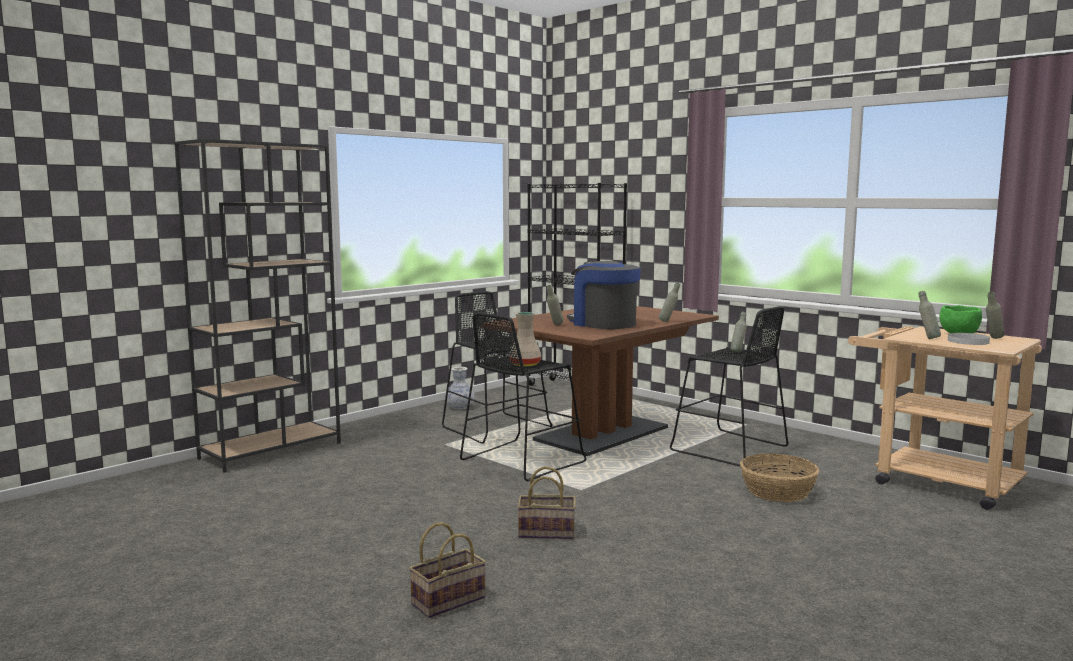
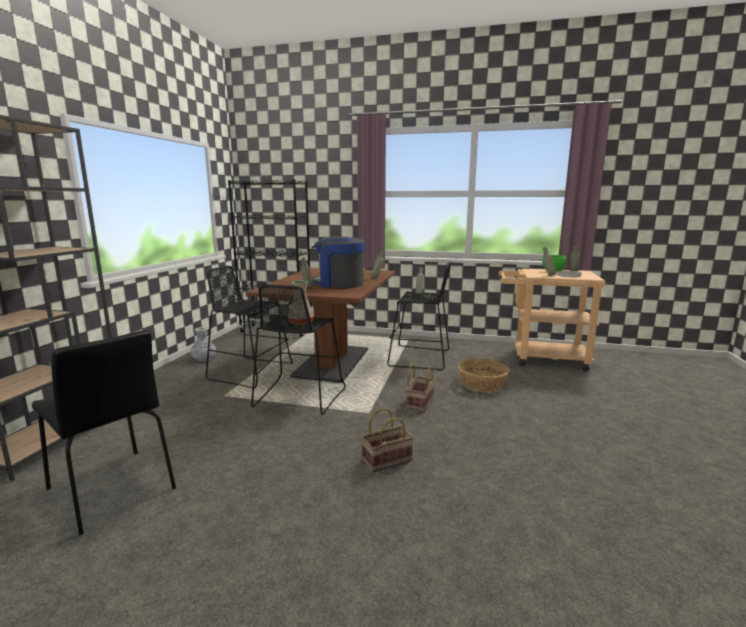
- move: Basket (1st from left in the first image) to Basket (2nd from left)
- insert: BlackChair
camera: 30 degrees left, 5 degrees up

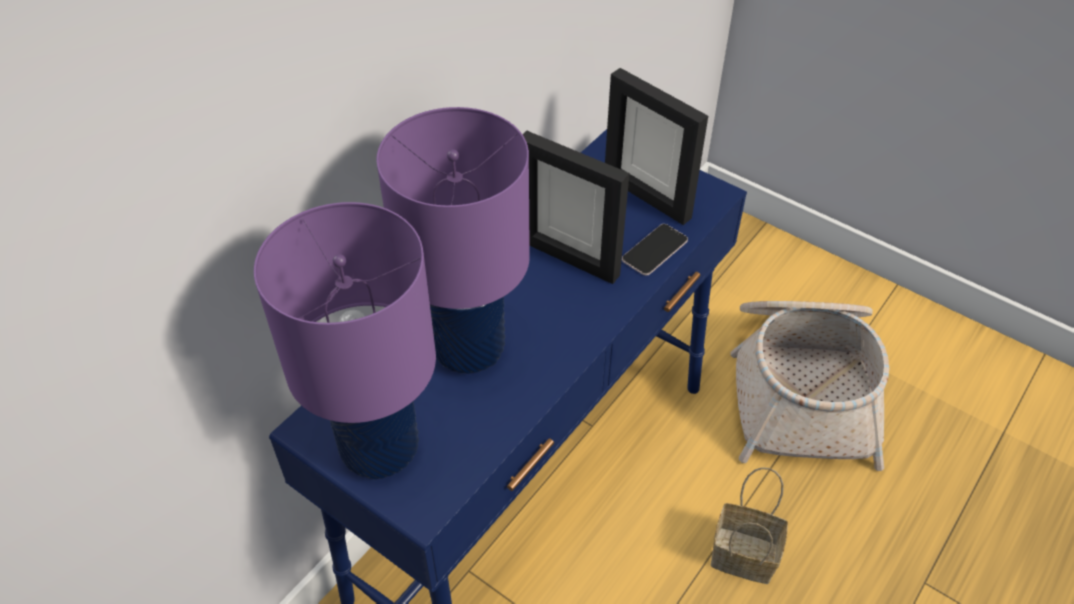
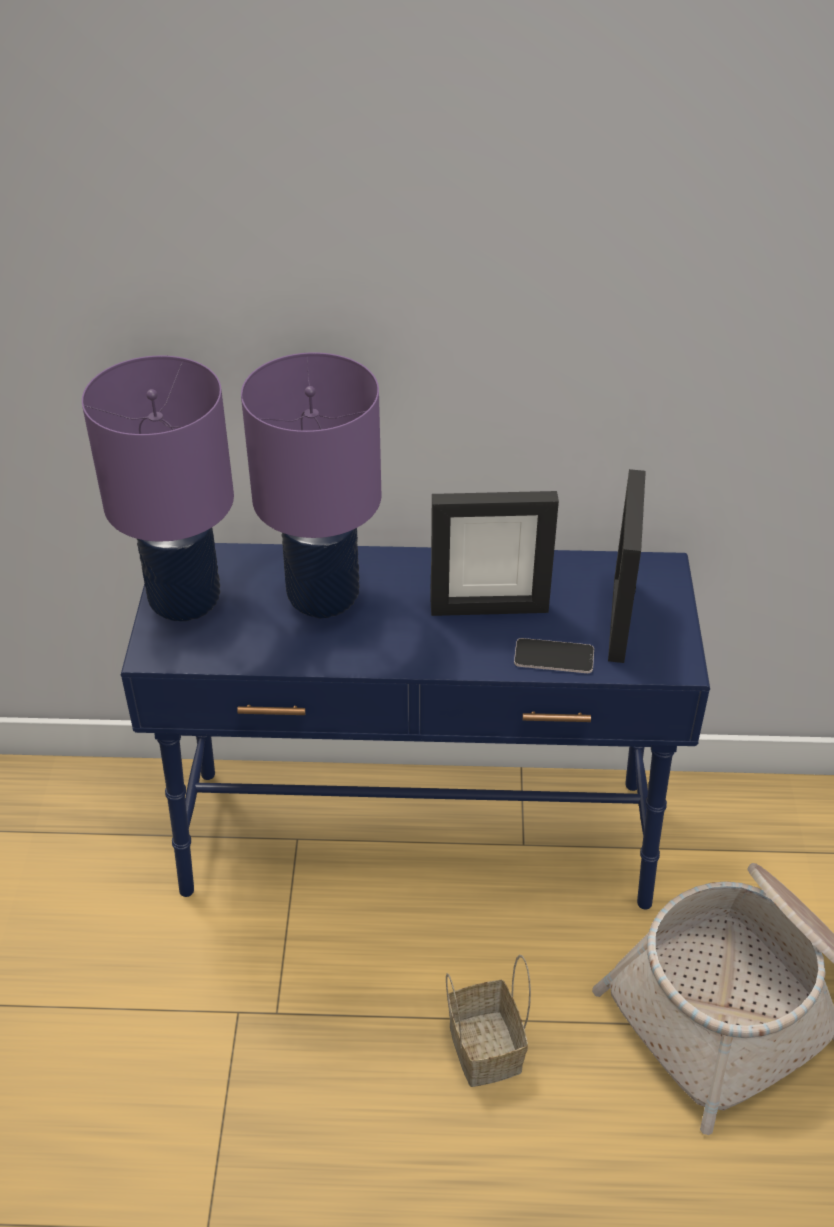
- rotate: PictureFrame (1st from left) 90 degrees counterclockwise
camera: 55 degrees right, 5 degrees down

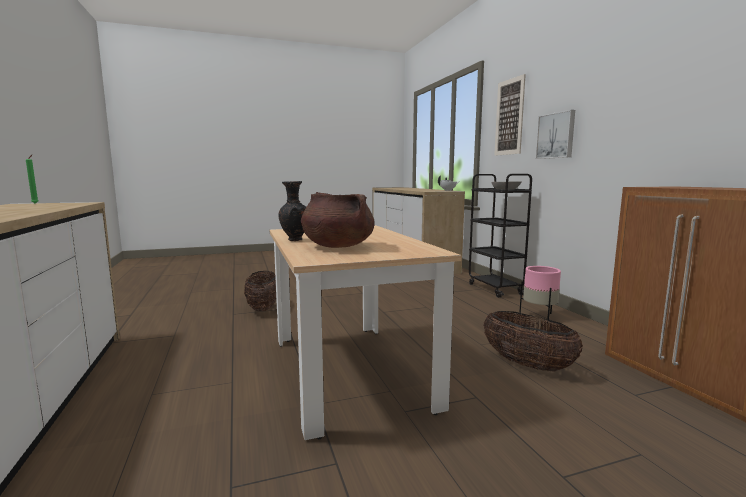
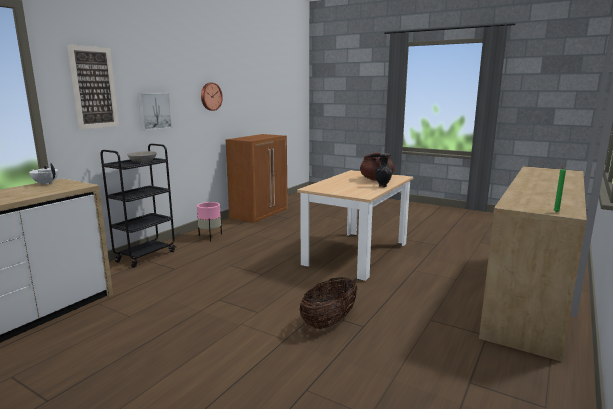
- delete: Basket (2nd from left)
- insert: WallClock
camera: 130 degrees left, 5 degrees up

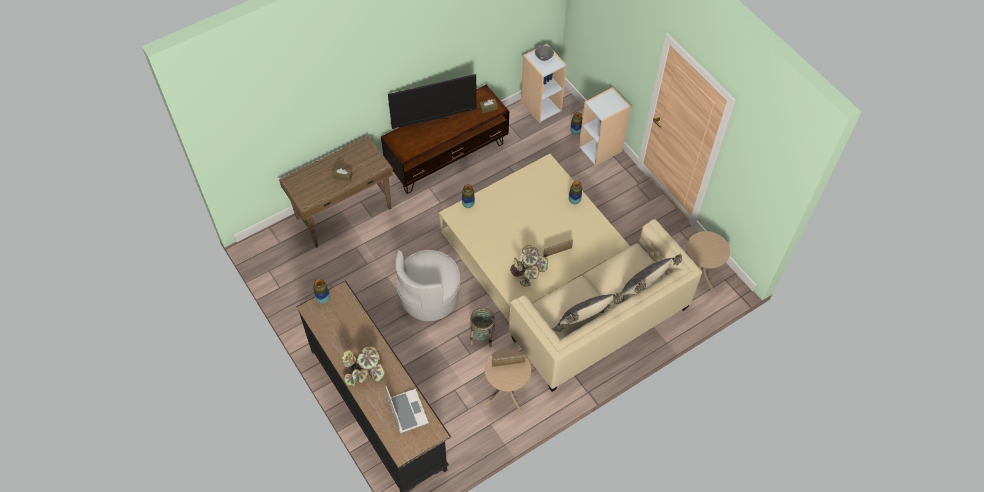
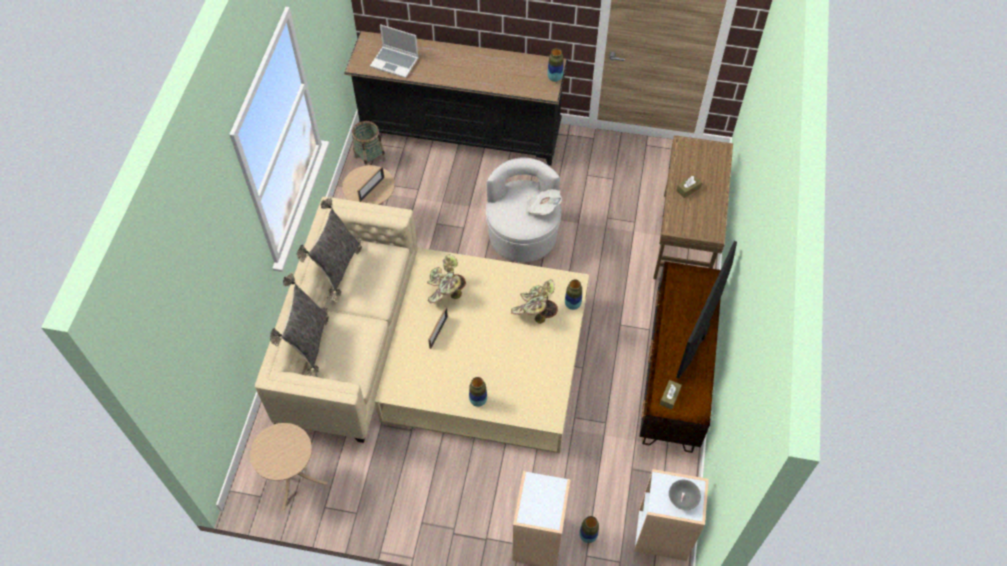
- move: Basket
- move: PottedPlant (1st from left in the first image) to PottedPlant (2nd from left)
- insert: Newspaper
camera: 135 degrees right, 0 degrees up

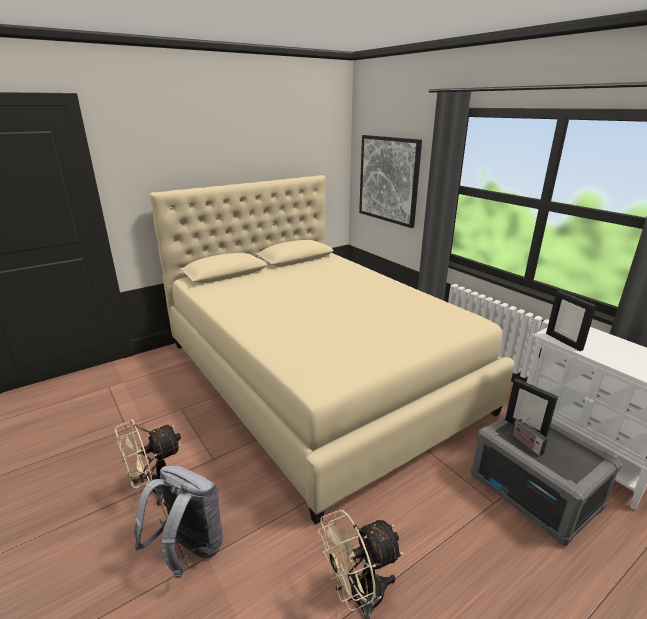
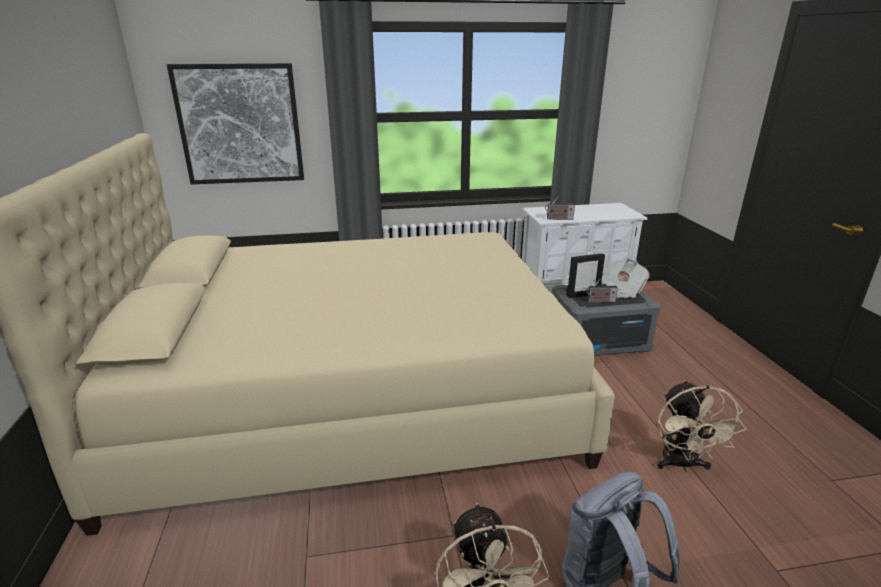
- replace: PictureFrame (2nd from left) to Radio (1st from left)
- insert: Newspaper
camera: 65 degrees left, 0 degrees up

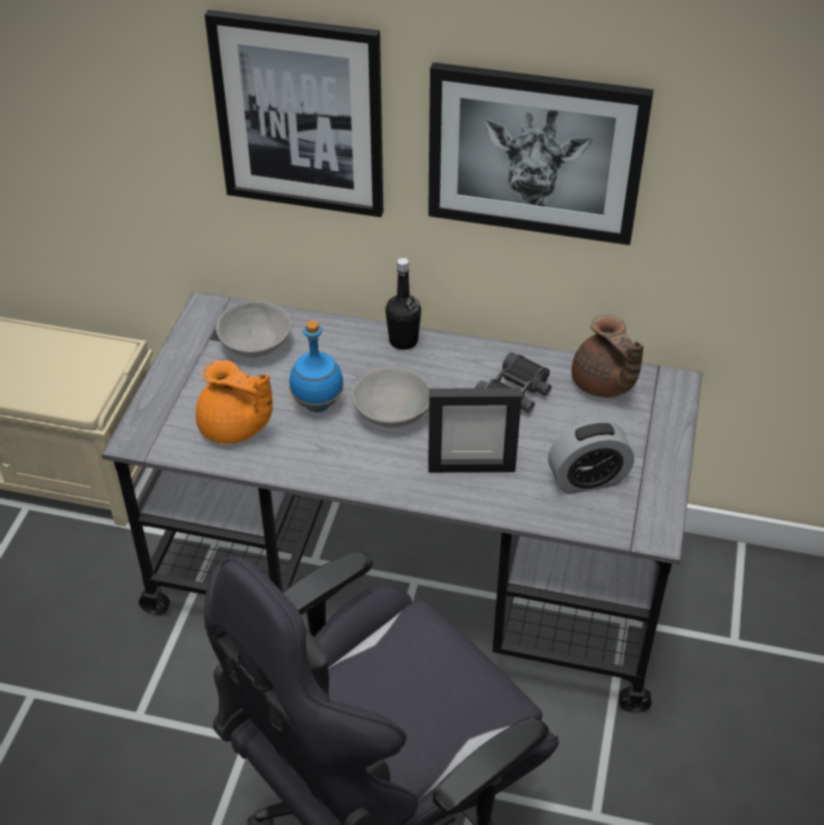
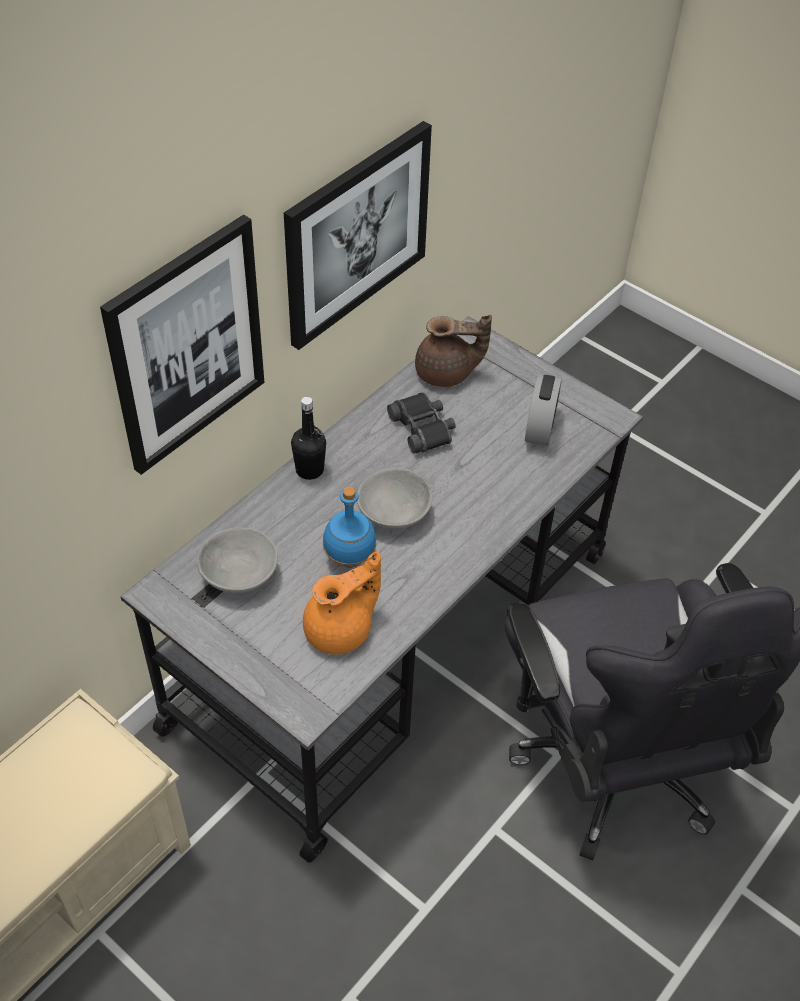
- delete: PictureFrame
camera: 65 degrees left, 5 degrees up

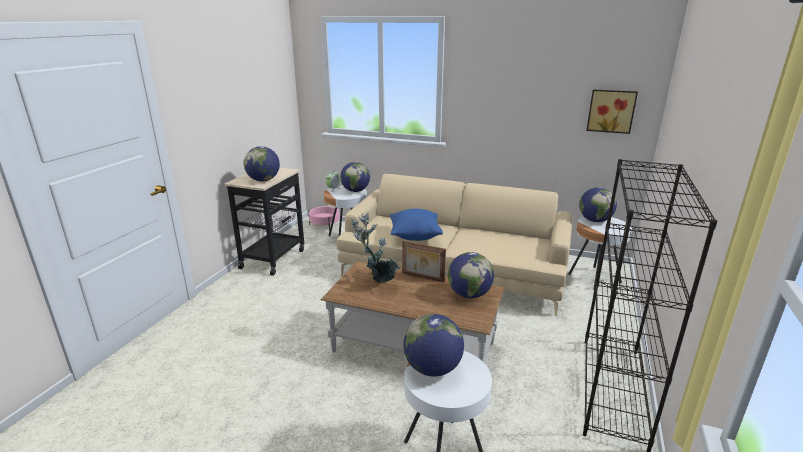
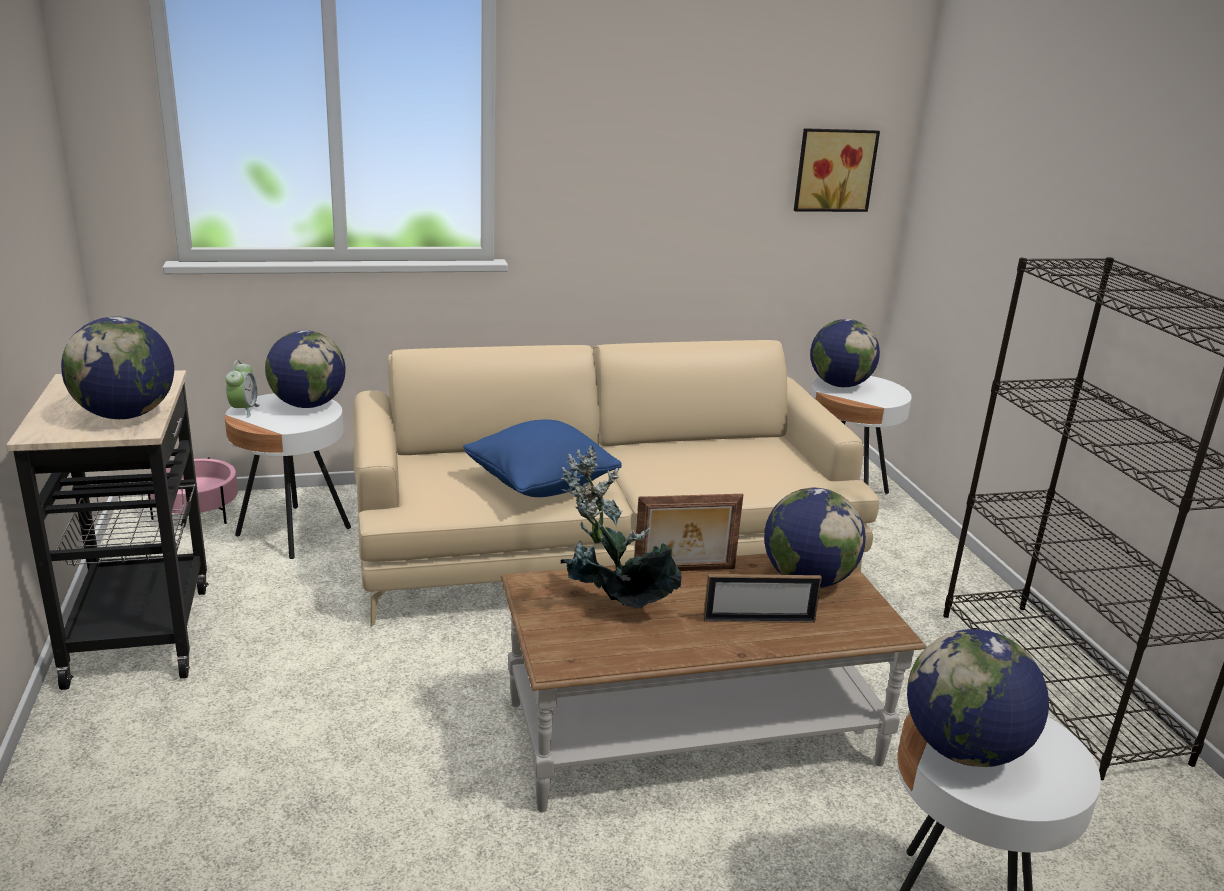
- insert: PictureFrame (2nd from left)
camera: 35 degrees left, 0 degrees up

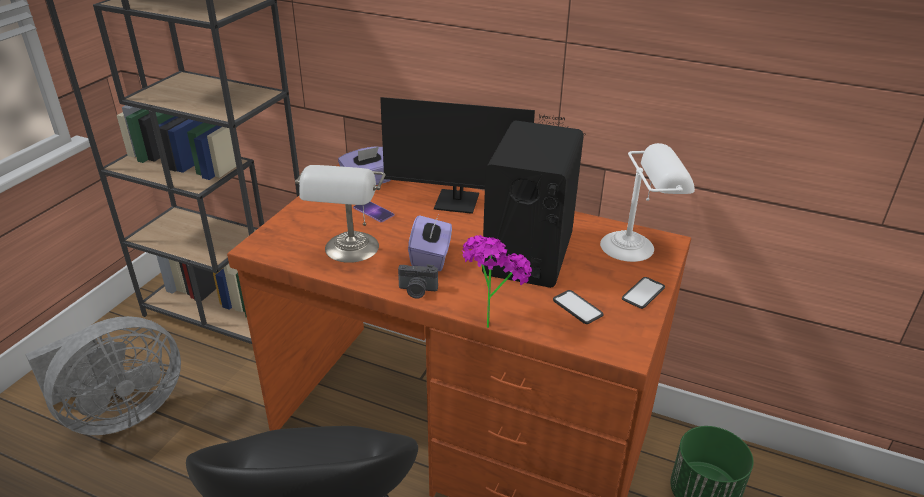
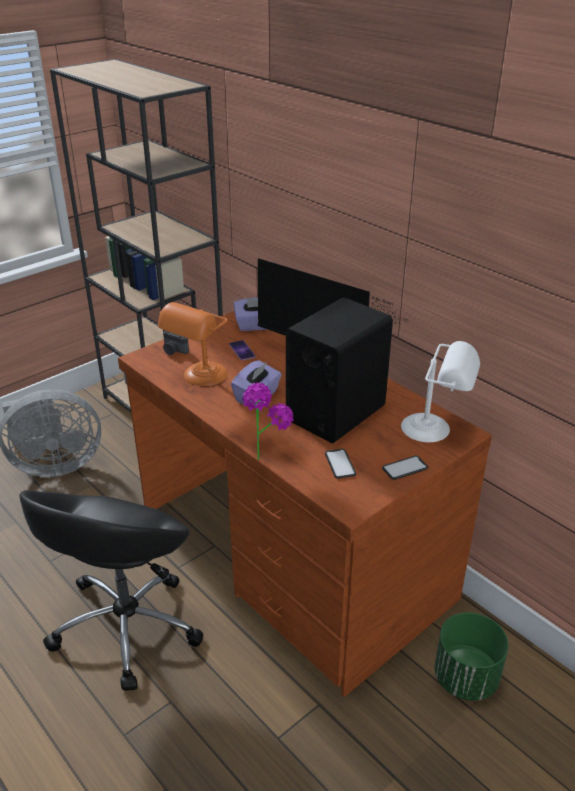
- recolor: WhiteTableLamp (1st from left) to OrangeTableLamp
- move: PhotoCamera
camera: 25 degrees right, 0 degrees up

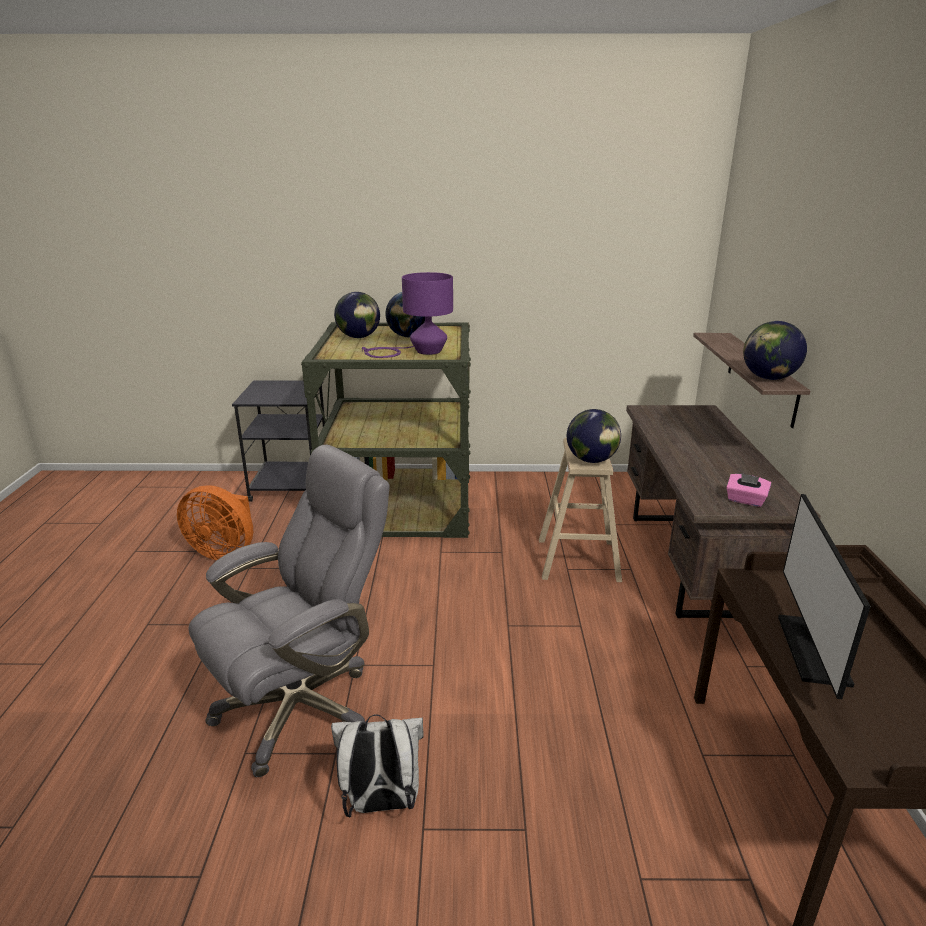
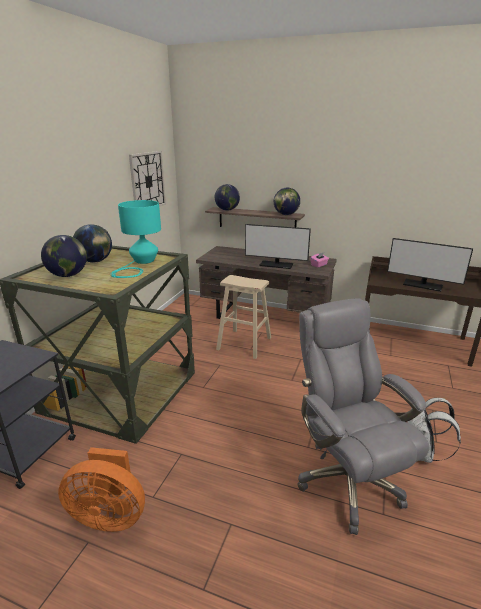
- recolor: PurpleTableLamp to TurquoiseTableLamp
- move: Globe (3rd from left)
- rotate: OrangeFan 60 degrees clockwise
- insert: WallClock
- insert: Monitor (1st from left)
camera: 70 degrees left, 0 degrees up

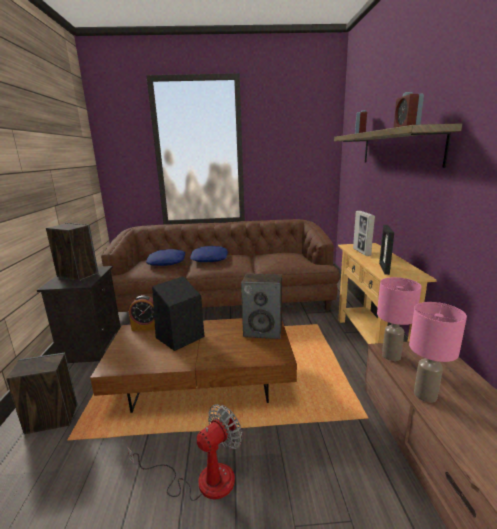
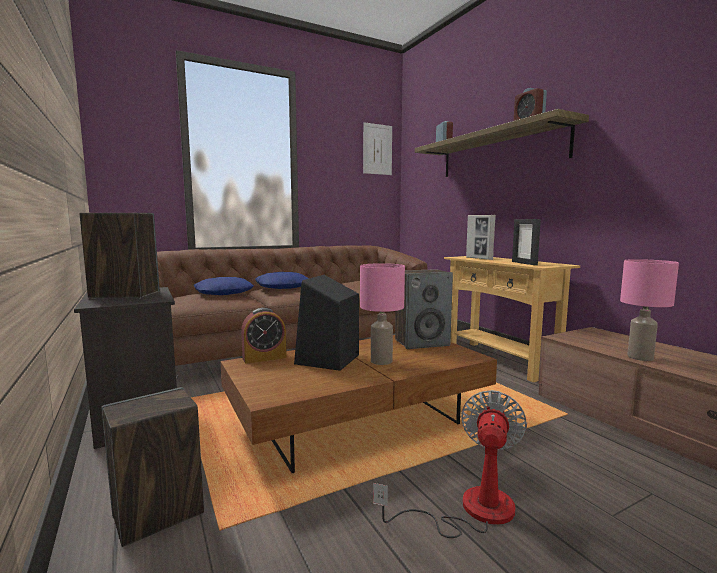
- move: PinkTableLamp (1st from left)
- insert: Picture
camera: 25 degrees left, 10 degrees down

